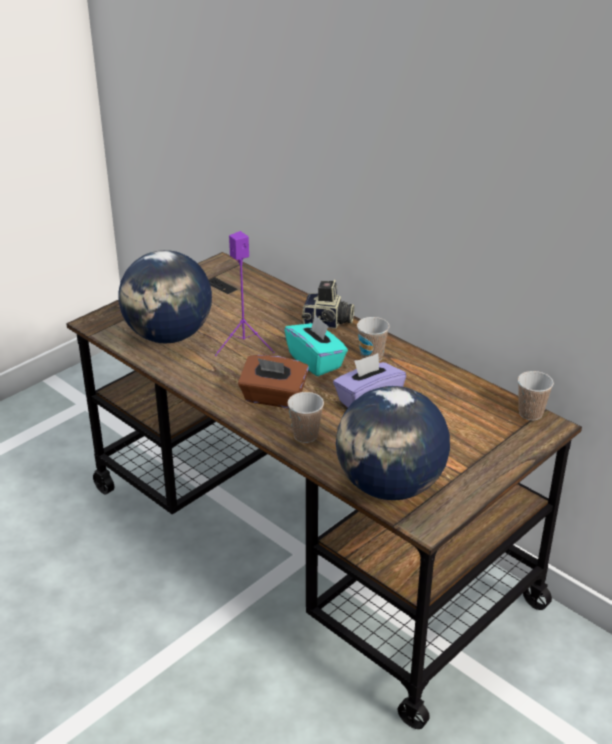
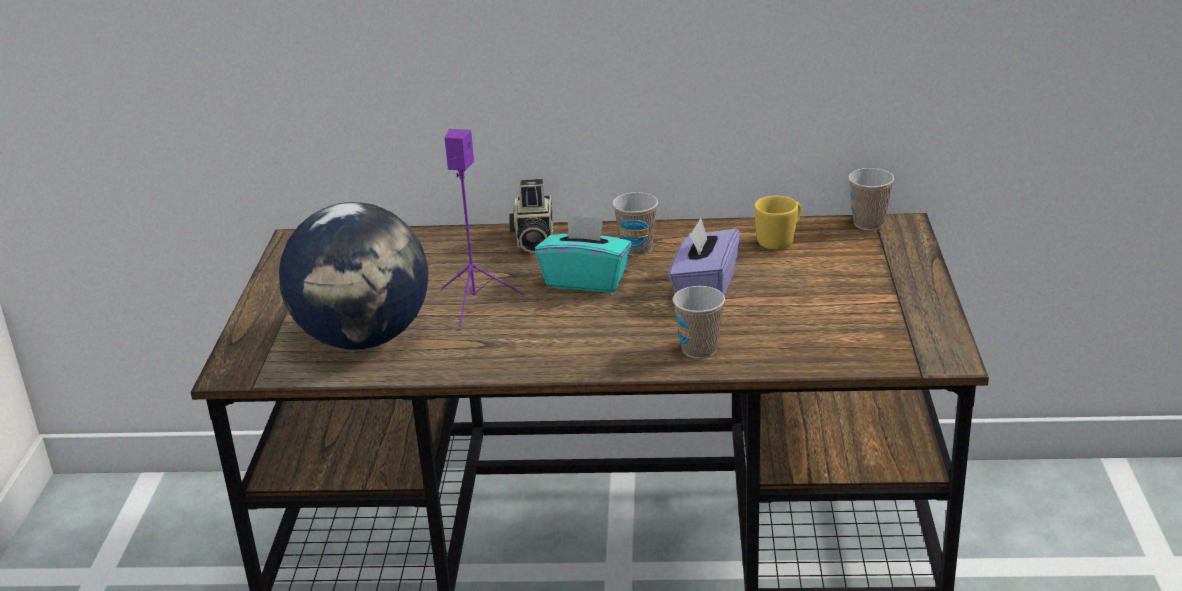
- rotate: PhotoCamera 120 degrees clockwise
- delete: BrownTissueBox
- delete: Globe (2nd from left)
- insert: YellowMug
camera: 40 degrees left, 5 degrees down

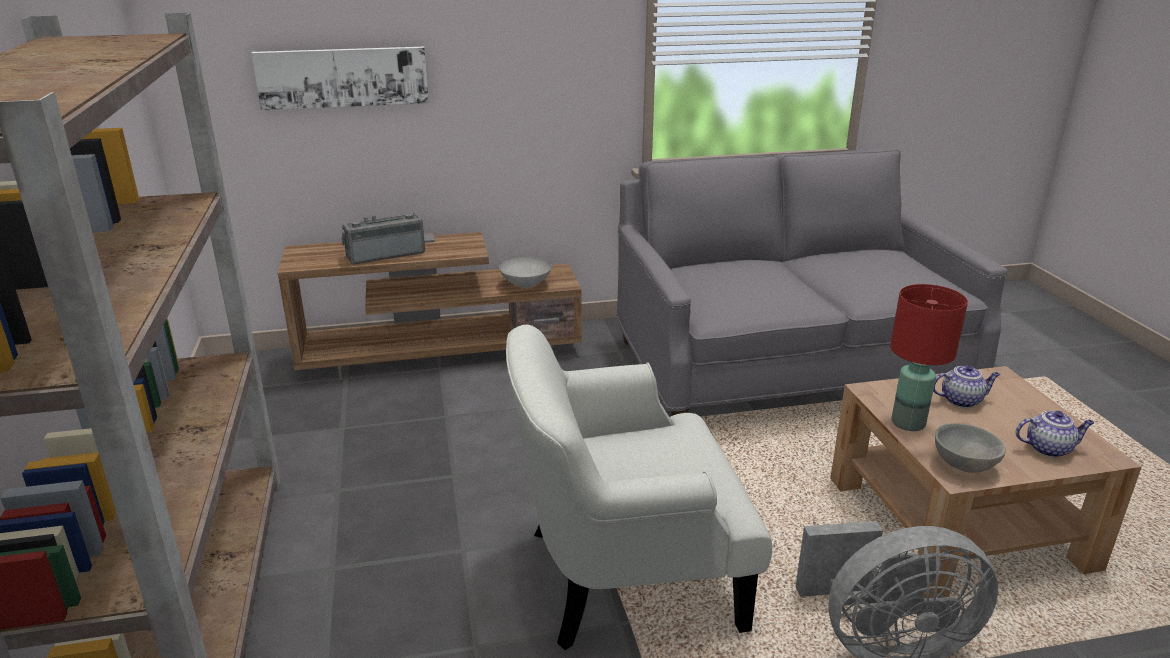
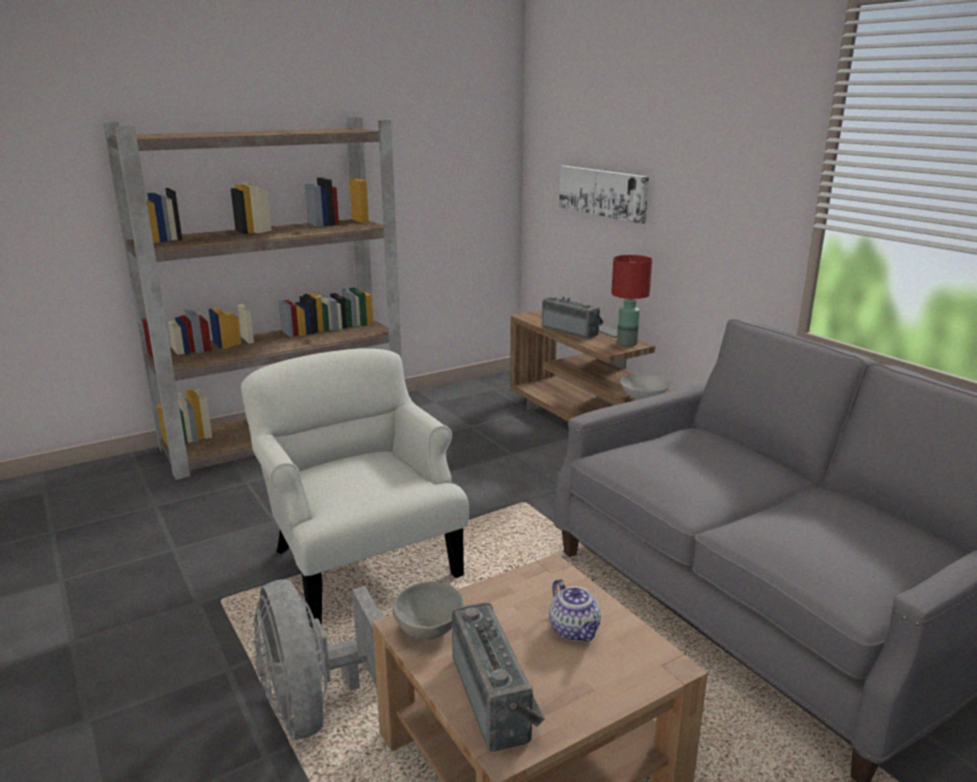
- move: RedTableLamp
- replace: Teapot (2nd from left) to Radio (1st from left)
camera: 70 degrees right, 5 degrees down

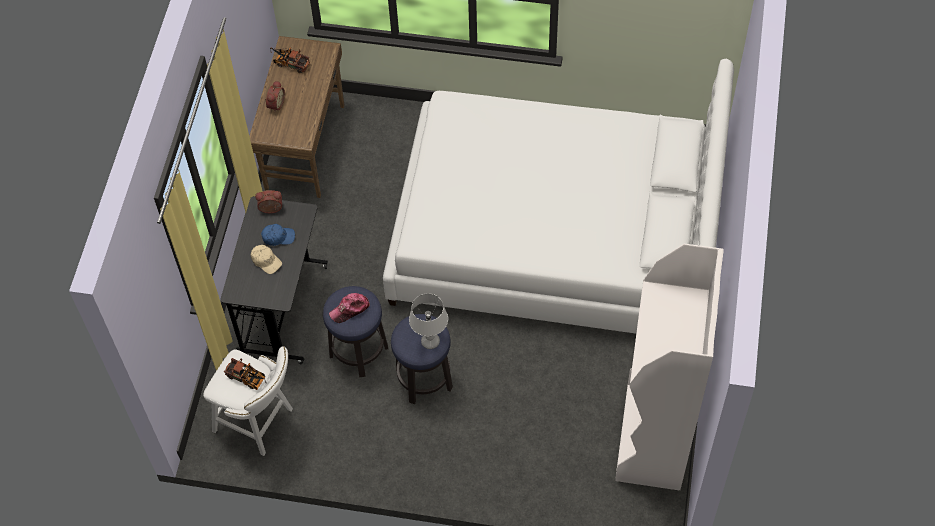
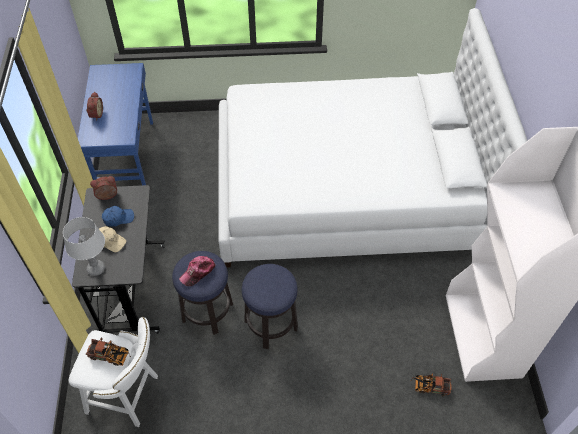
- recolor: BrownConsoleTable to BlueConsoleTable
- move: ToyTruck (2nd from left)
- move: GreyTableLamp
camera: 15 degrees left, 5 degrees down

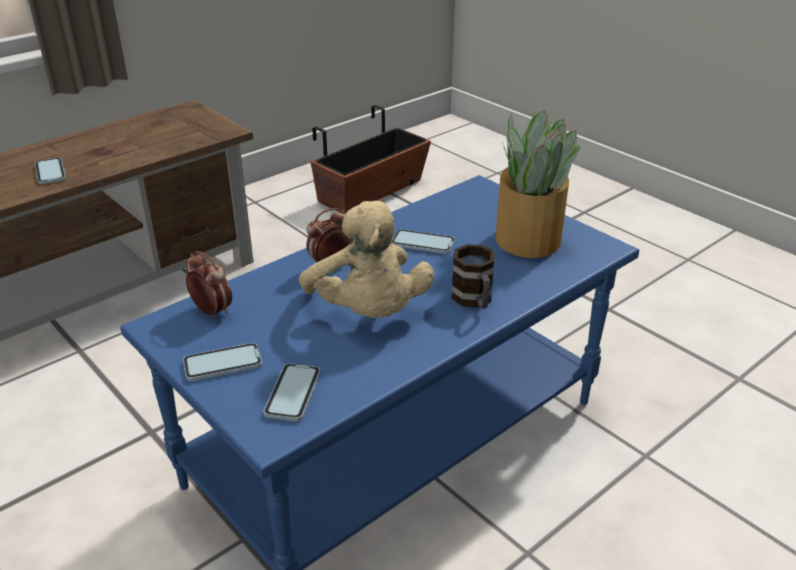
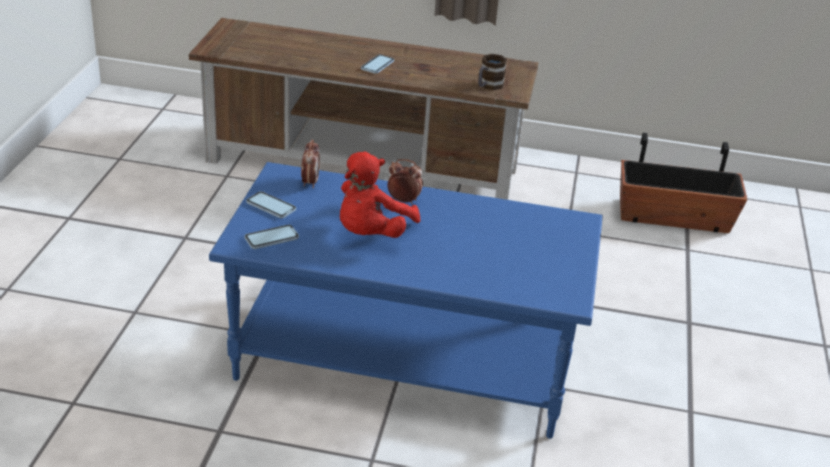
- delete: PottedPlant
- recolor: BeigePlushToy to RedPlushToy
- delete: Phone (4th from left)
- move: Mug
camera: 50 degrees right, 0 degrees up

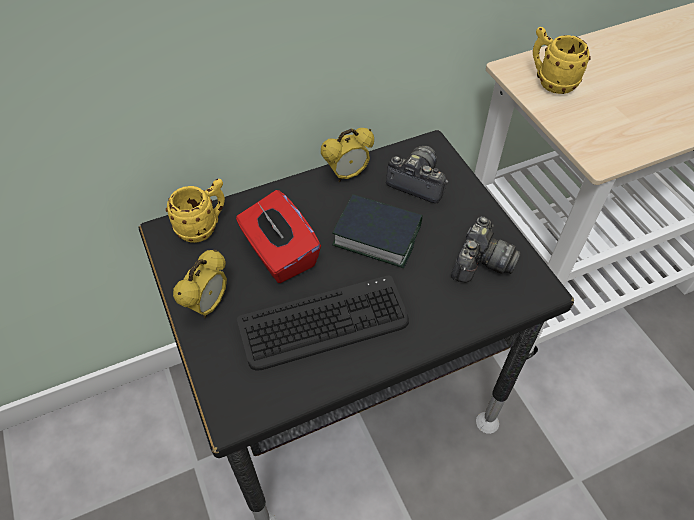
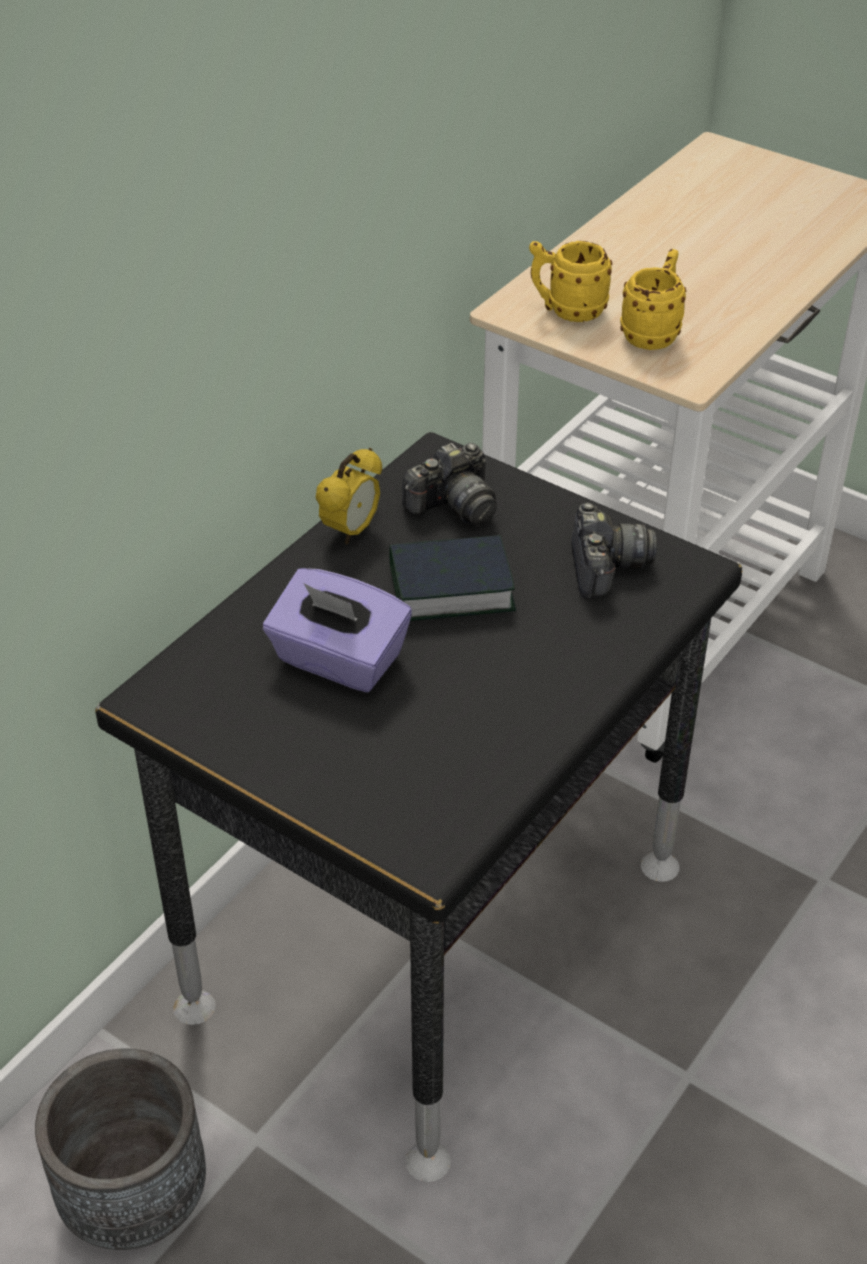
- rotate: PhotoCamera (1st from left) 150 degrees clockwise
- move: YellowMug (1st from left in the first image) to YellowMug (2nd from left)
- recolor: RedTissueBox to PurpleTissueBox
- delete: AlarmClock (1st from left)
- delete: Keyboard
- insert: GreyPlanter
camera: 30 degrees left, 10 degrees down

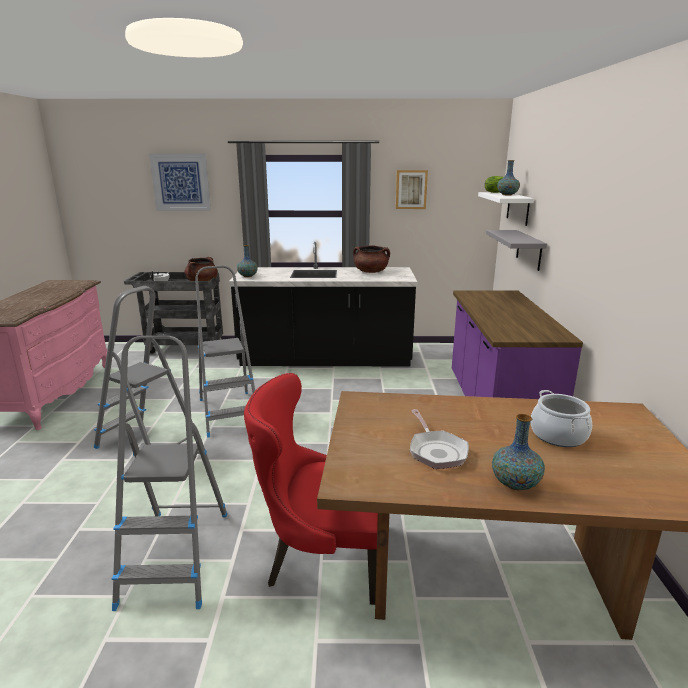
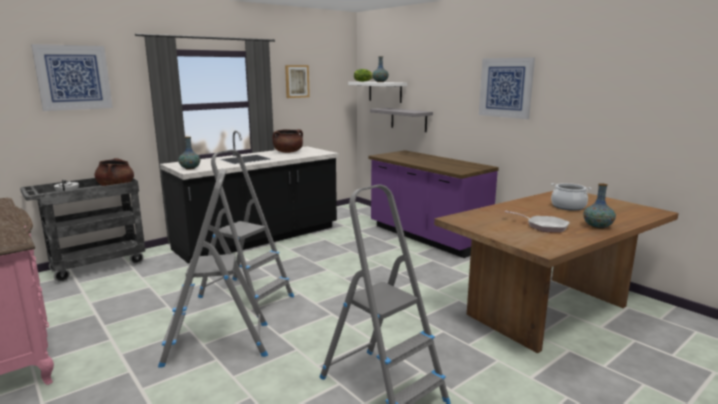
- delete: RedChair
- insert: Picture (3rd from left)
camera: 40 degrees left, 5 degrees down

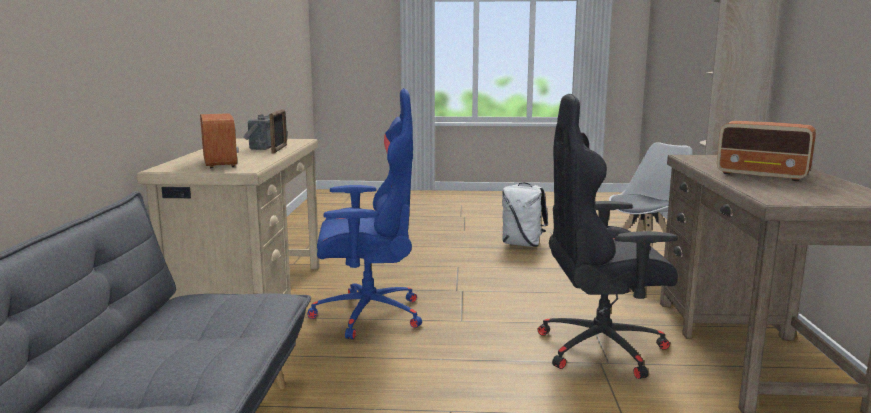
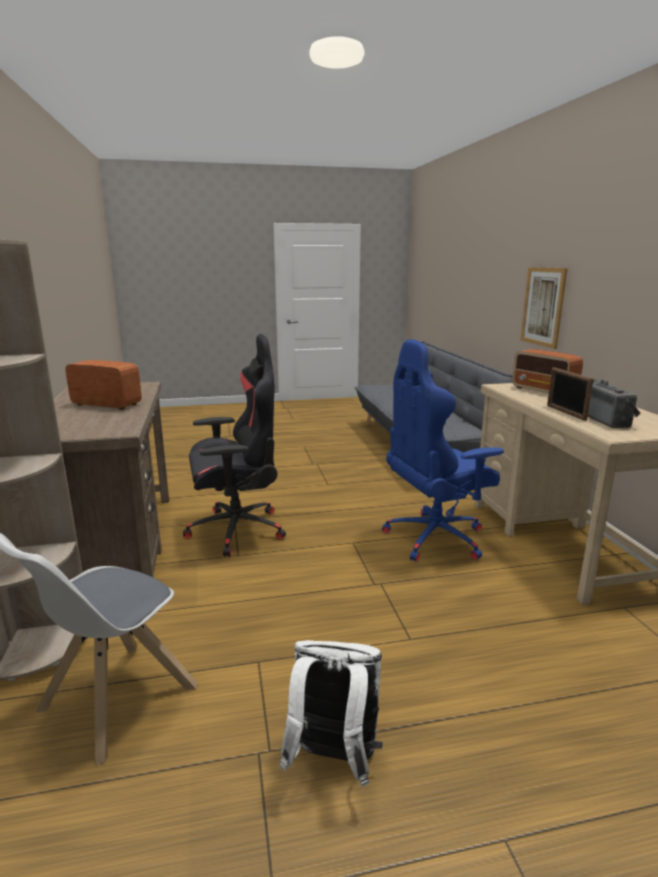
- insert: Picture
camera: 165 degrees right, 5 degrees up

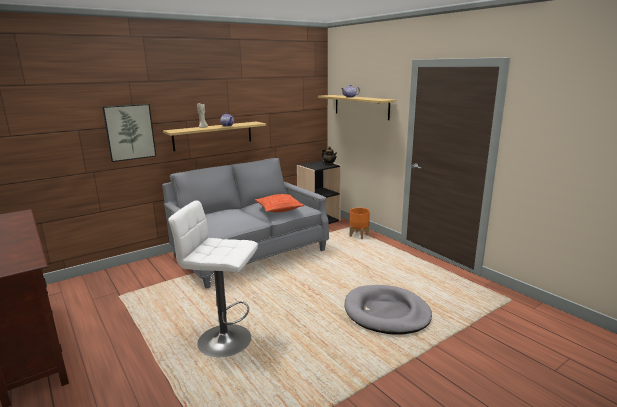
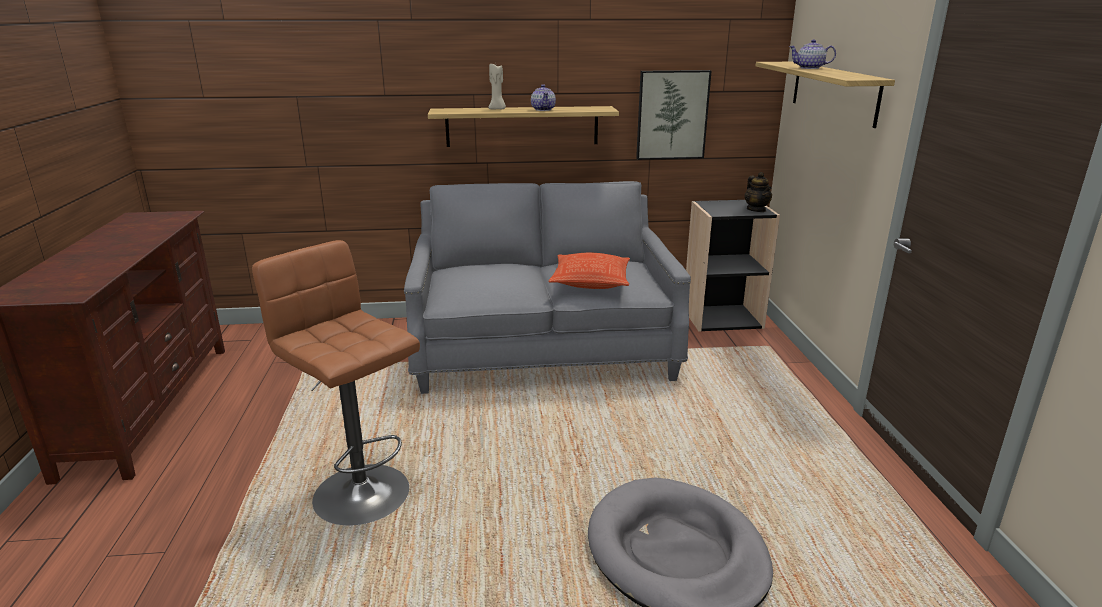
- move: Picture
- recolor: WhiteStool to BrownStool
- delete: OrangePlanter
camera: 30 degrees right, 5 degrees up

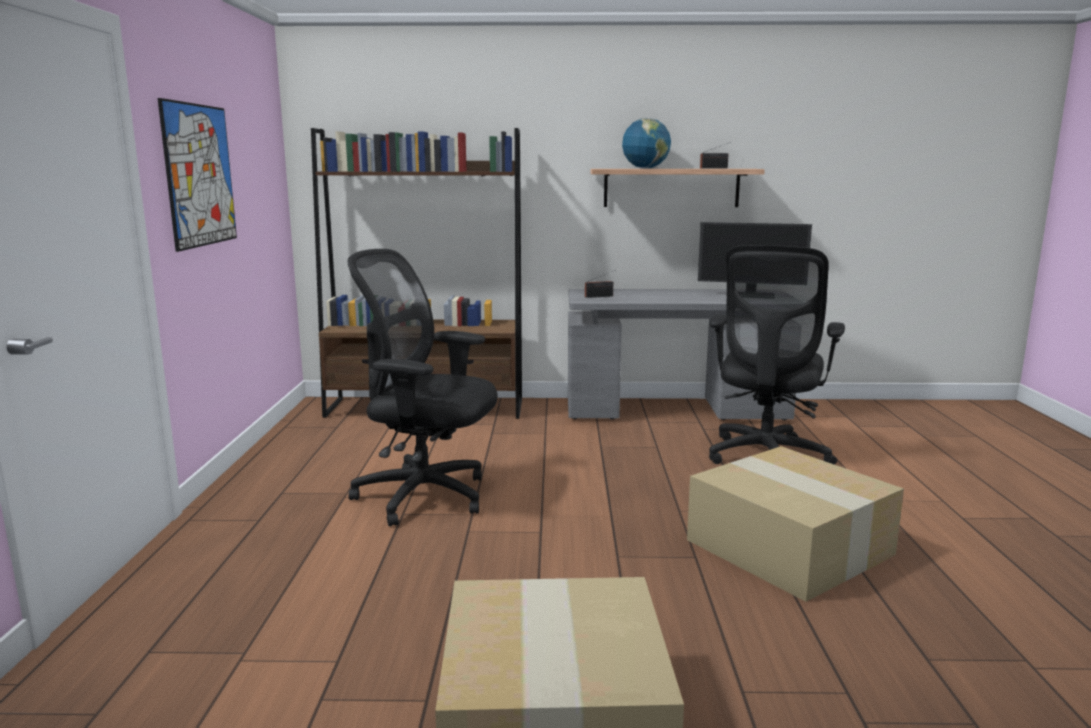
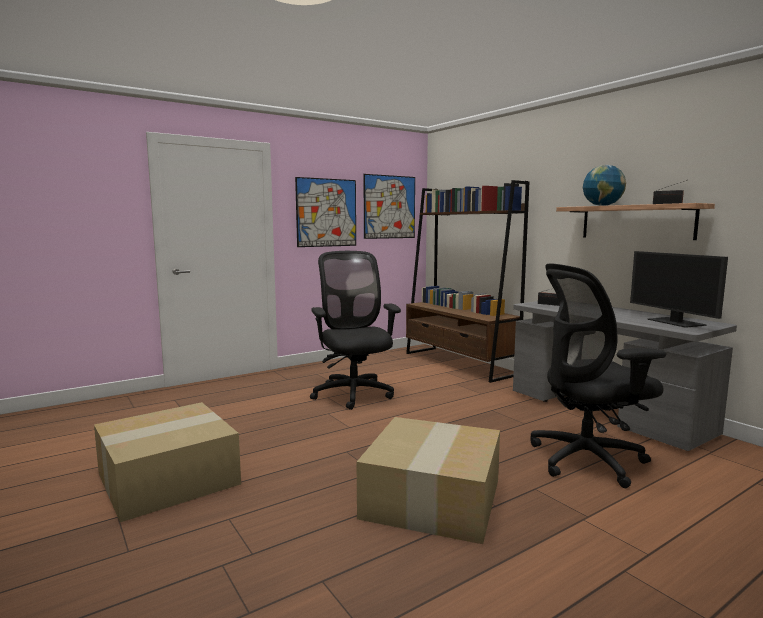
- insert: Picture (2nd from left)
camera: 55 degrees right, 5 degrees down

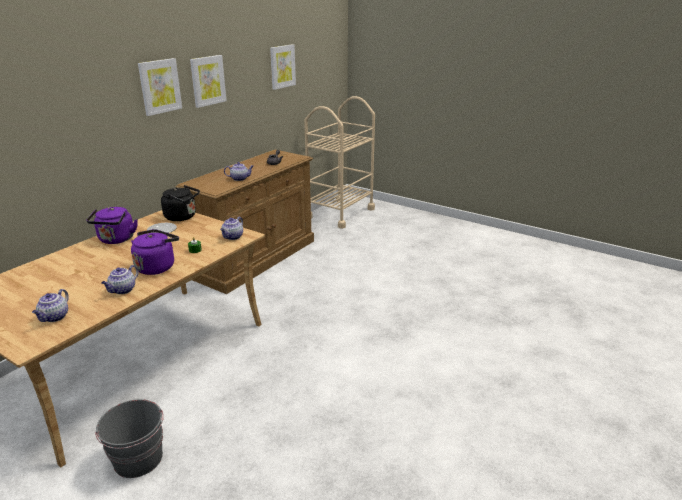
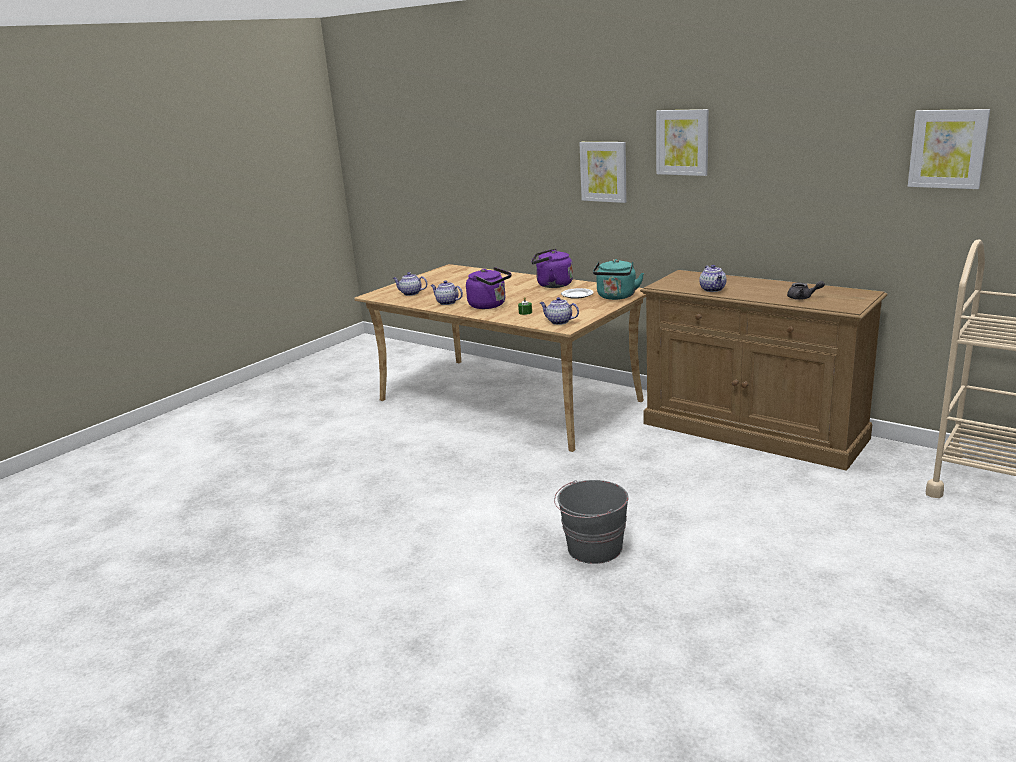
- move: Picture (2nd from left in the first image) to Picture (1st from left)
- recolor: BlackKettle to TurquoiseKettle
- move: GreyBucket
camera: 95 degrees right, 5 degrees down

